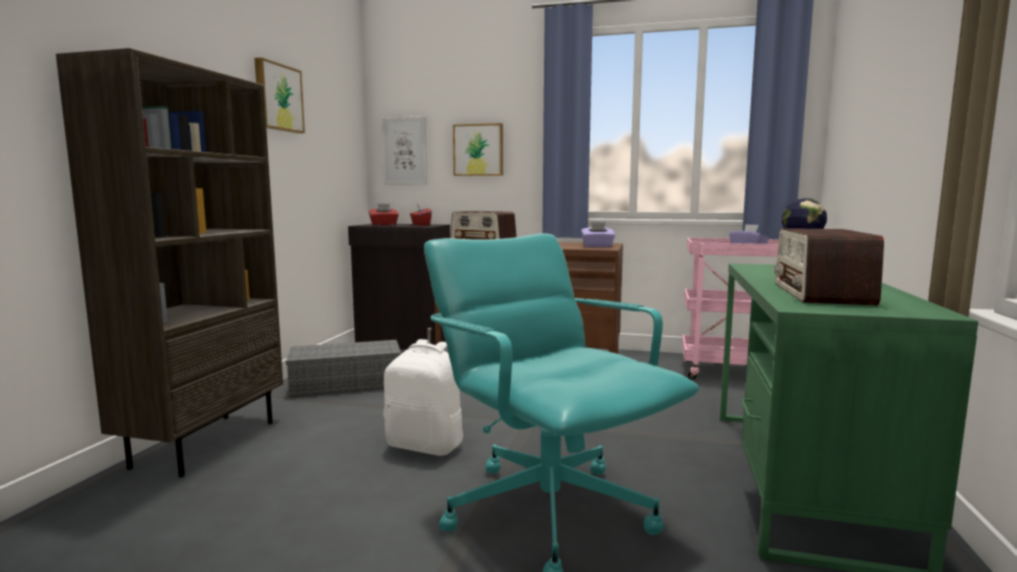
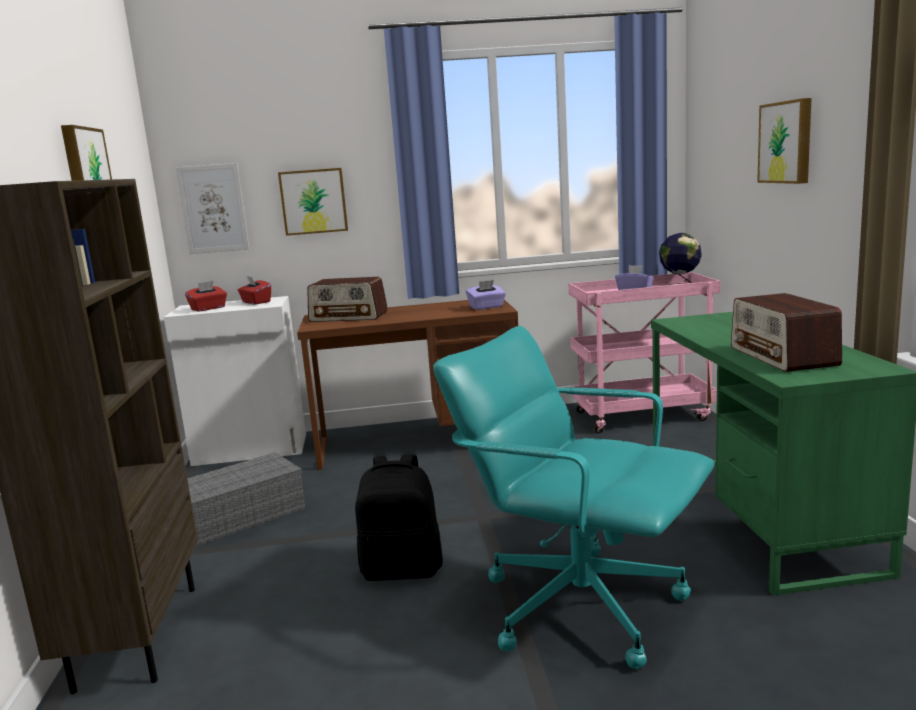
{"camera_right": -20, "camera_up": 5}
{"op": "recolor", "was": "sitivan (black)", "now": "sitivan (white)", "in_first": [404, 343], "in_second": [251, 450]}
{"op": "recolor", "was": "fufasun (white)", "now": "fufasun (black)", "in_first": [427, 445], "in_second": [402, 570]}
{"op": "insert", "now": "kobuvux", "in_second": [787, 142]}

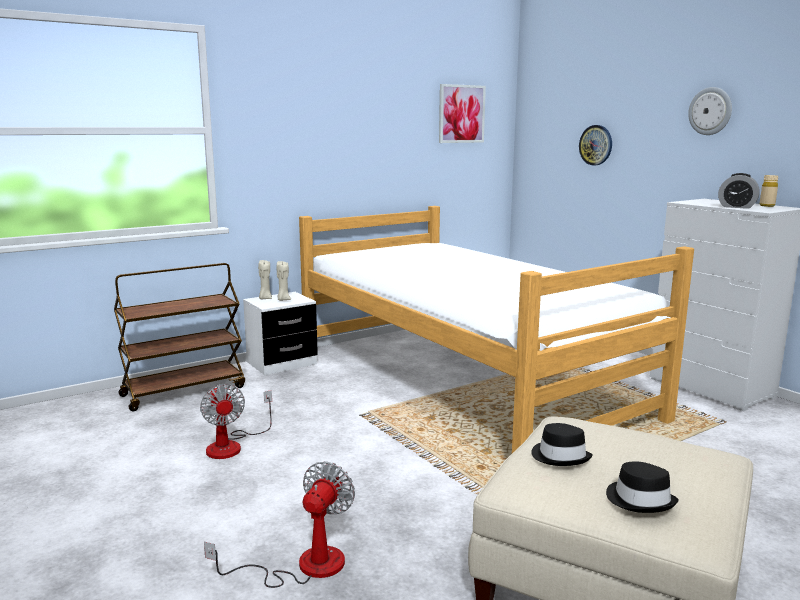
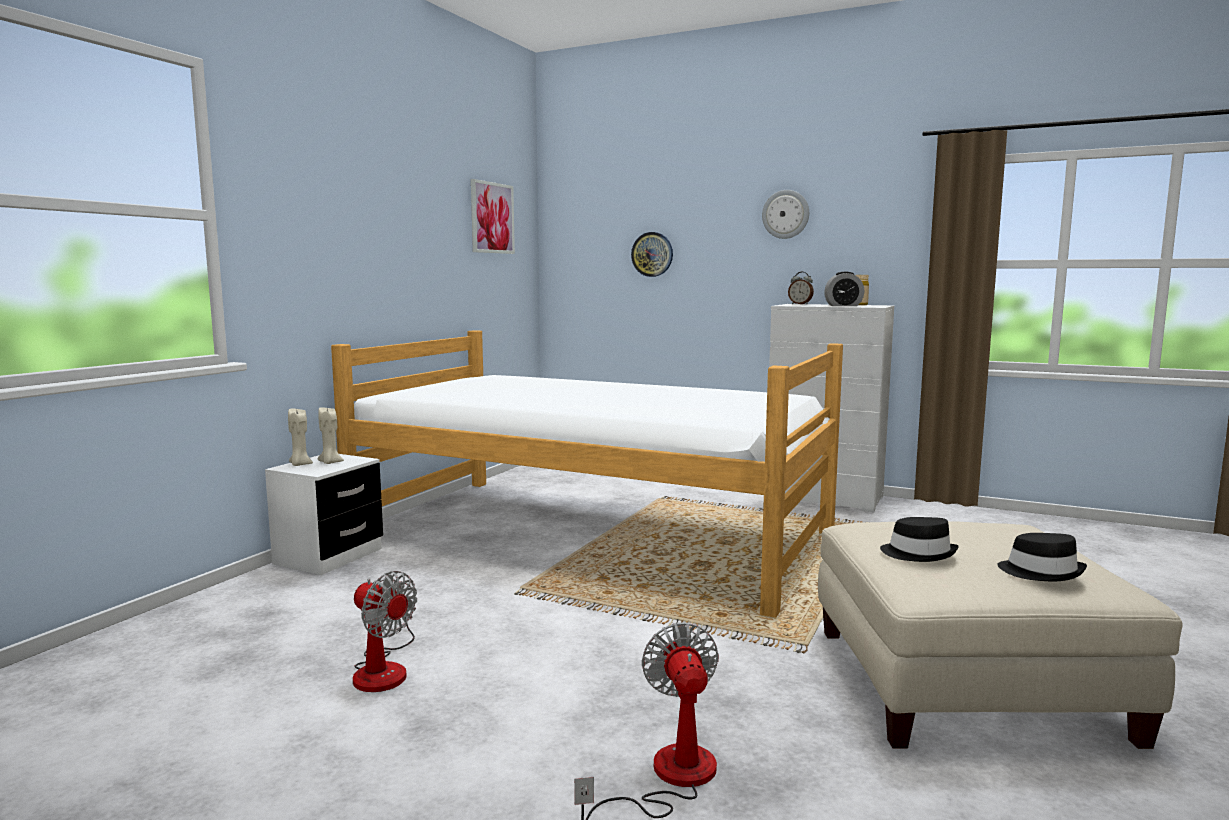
{"camera_right": -30, "camera_up": -5}
{"op": "delete", "was": "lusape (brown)", "in_first": [184, 391]}
{"op": "insert", "now": "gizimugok", "in_second": [800, 304]}

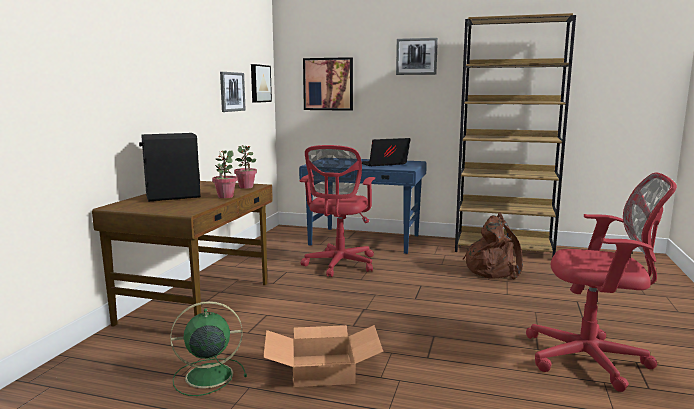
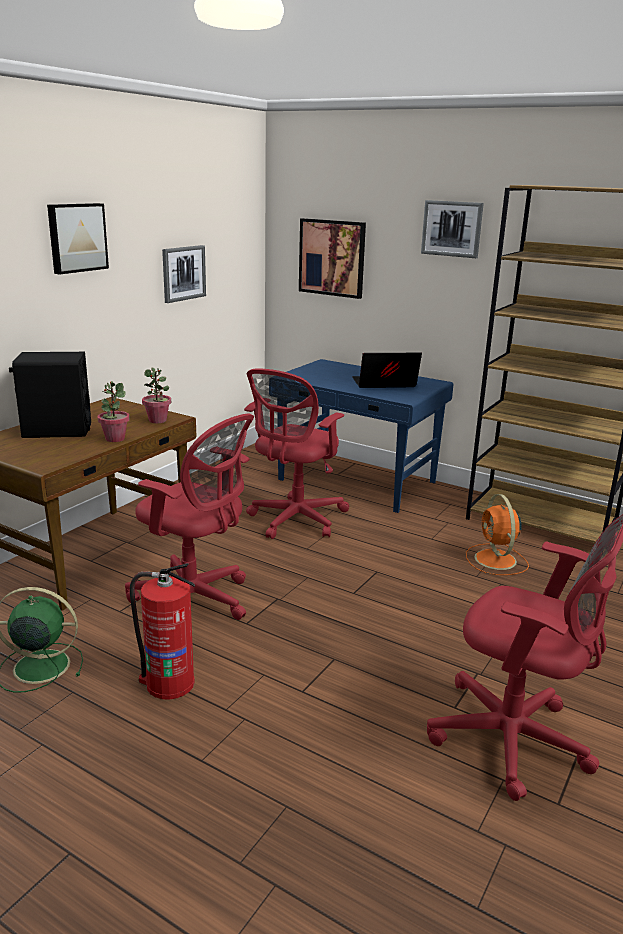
{"camera_right": 15, "camera_up": 10}
{"op": "move", "was": "kobuvux", "in_first": [259, 83], "in_second": [76, 237]}
{"op": "replace", "was": "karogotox", "now": "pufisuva", "in_first": [323, 369], "in_second": [169, 683]}
{"op": "replace", "was": "fufasun (brown)", "now": "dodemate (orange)", "in_first": [493, 270], "in_second": [496, 560]}
{"op": "insert", "now": "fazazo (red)", "in_second": [195, 600]}

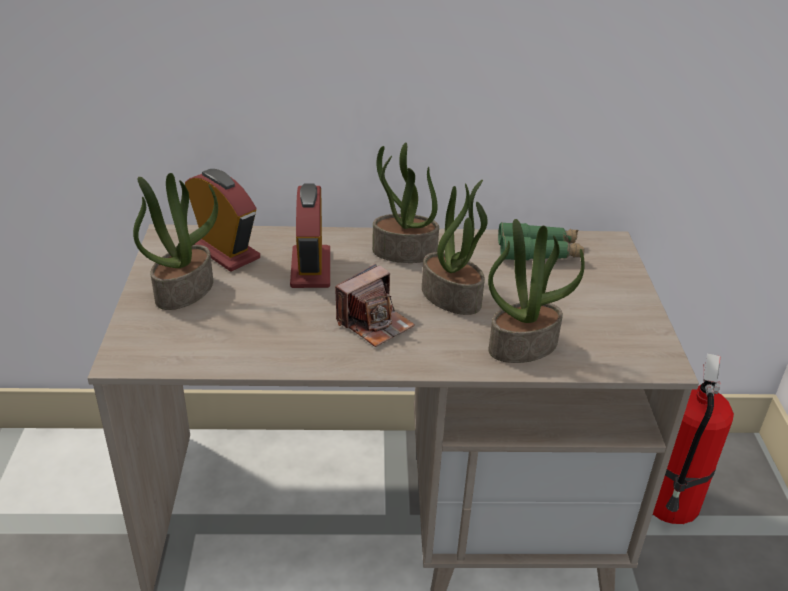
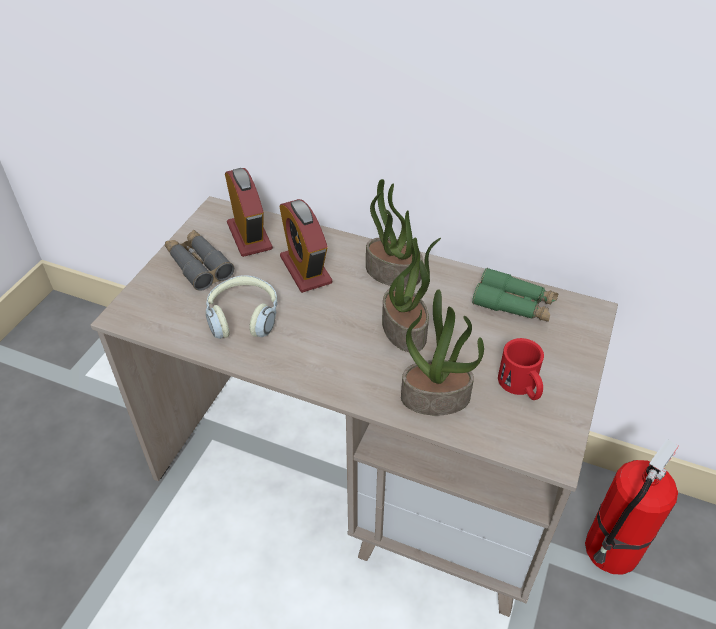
{"camera_right": 25, "camera_up": 10}
{"op": "replace", "was": "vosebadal", "now": "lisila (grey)", "in_first": [184, 290], "in_second": [198, 265]}
{"op": "rotate", "was": "gizimugok", "in_first": [310, 268], "in_second": [305, 270], "clockwise": -45}
{"op": "delete", "was": "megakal", "in_first": [374, 323]}
{"op": "insert", "now": "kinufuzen", "in_second": [243, 316]}
{"op": "insert", "now": "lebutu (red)", "in_second": [521, 386]}

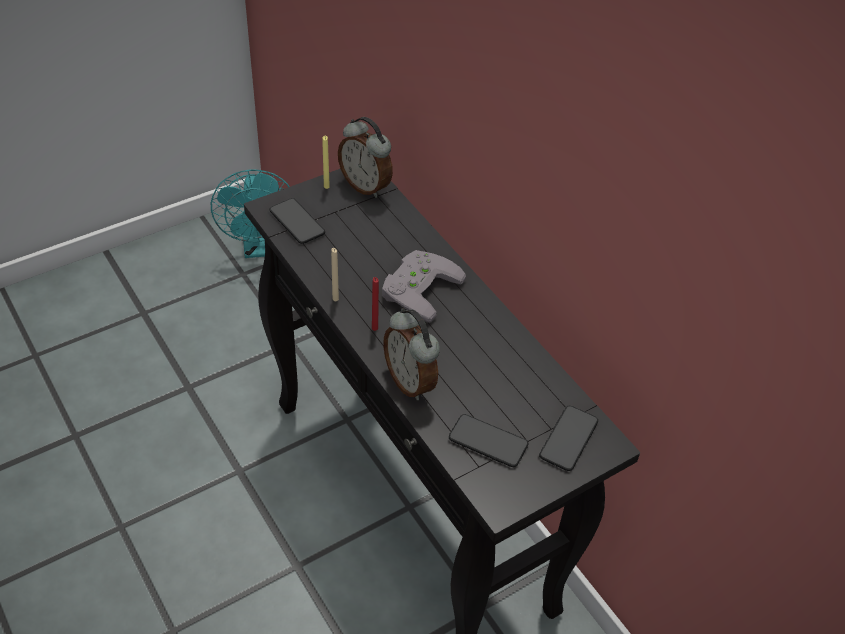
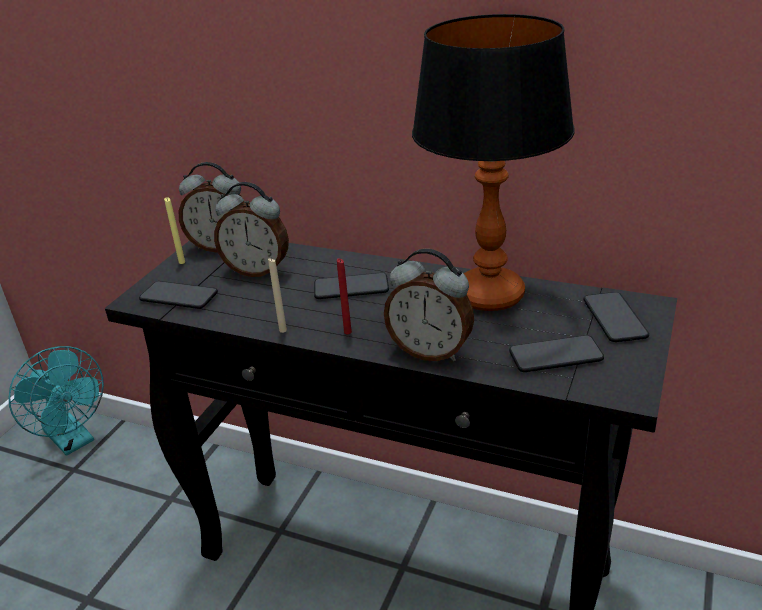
{"camera_right": -30, "camera_up": -15}
{"op": "replace", "was": "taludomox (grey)", "now": "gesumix", "in_first": [417, 287], "in_second": [351, 287]}
{"op": "insert", "now": "gizimugok", "in_second": [258, 270]}
{"op": "insert", "now": "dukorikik", "in_second": [489, 295]}

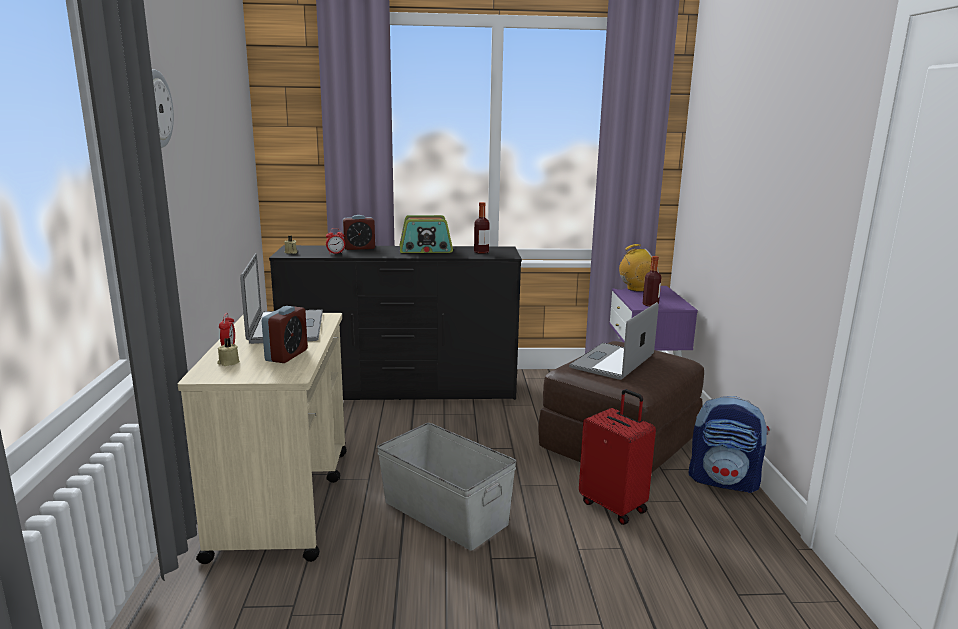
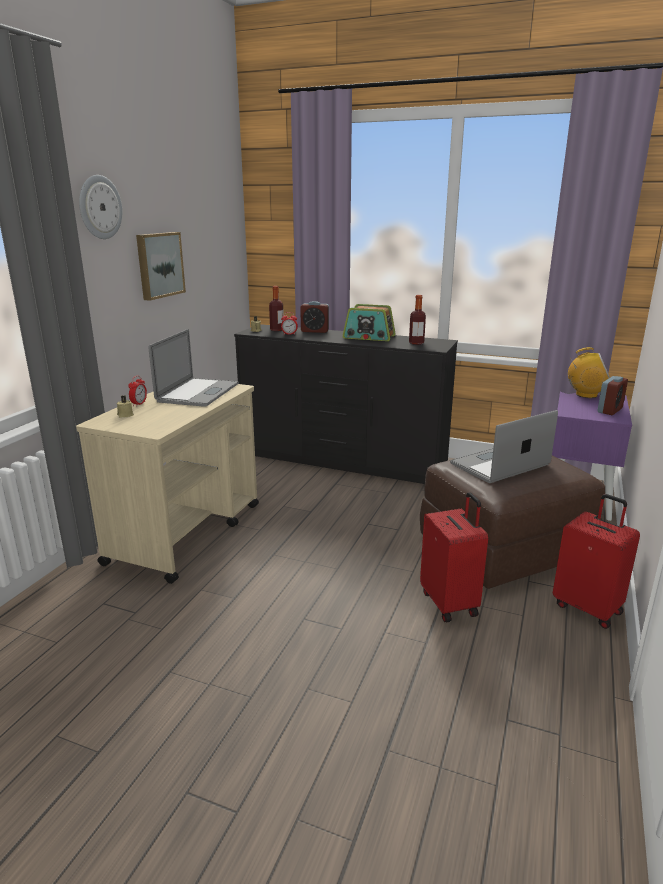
{"camera_right": 25, "camera_up": 5}
{"op": "move", "was": "gizimugok", "in_first": [286, 355], "in_second": [609, 410]}
{"op": "delete", "was": "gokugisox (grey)", "in_first": [445, 512]}
{"op": "move", "was": "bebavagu", "in_first": [650, 304], "in_second": [277, 330]}
{"op": "replace", "was": "fufasun", "now": "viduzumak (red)", "in_first": [724, 481], "in_second": [588, 608]}
{"op": "insert", "now": "kobuvux", "in_second": [159, 265]}

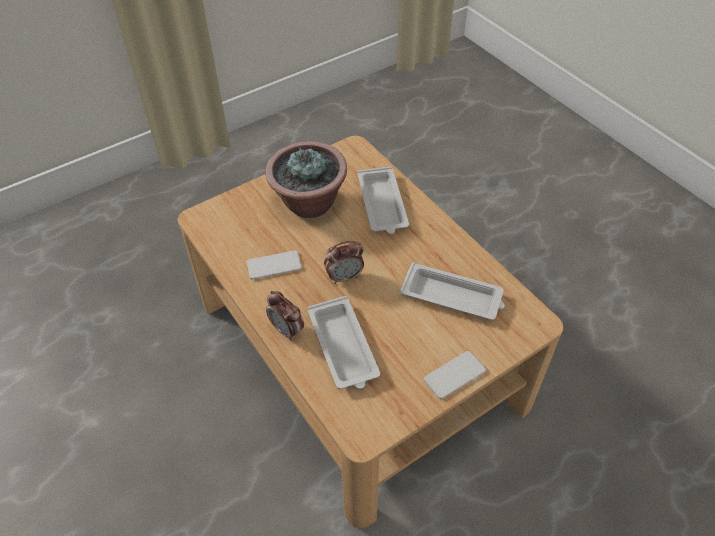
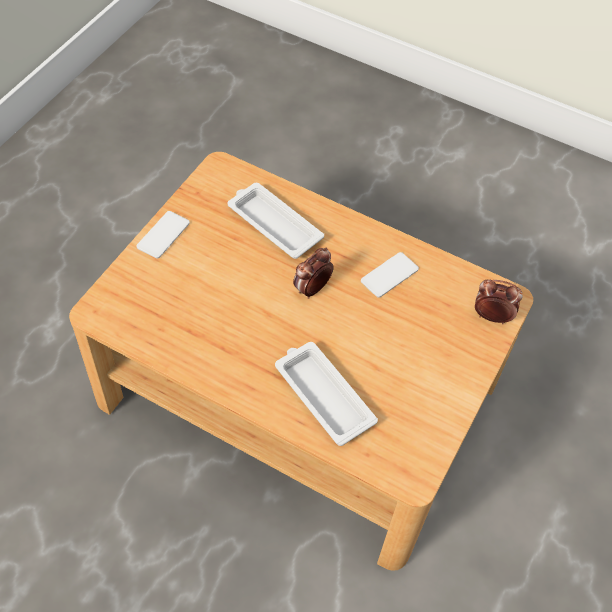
{"camera_right": 150, "camera_up": 5}
{"op": "delete", "was": "vosebadal", "in_first": [309, 204]}
{"op": "move", "was": "gizimugok", "in_first": [287, 330], "in_second": [491, 316]}
{"op": "delete", "was": "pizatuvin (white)", "in_first": [453, 297]}

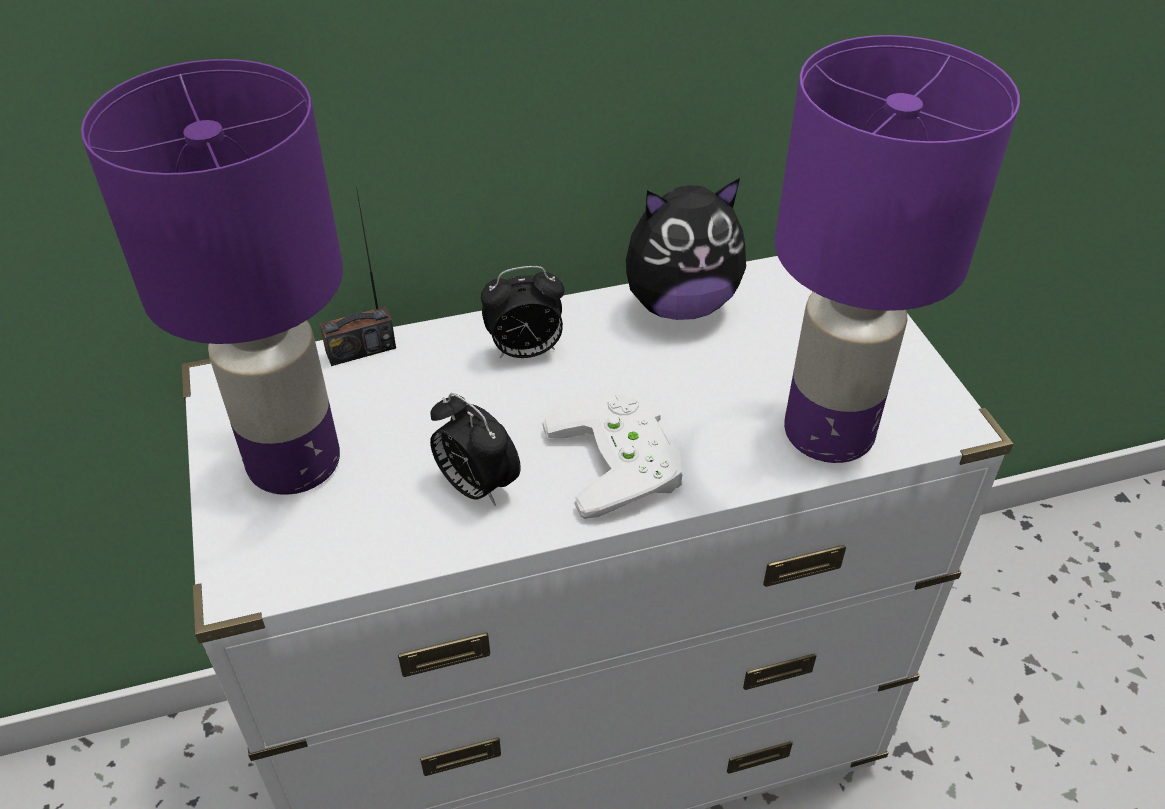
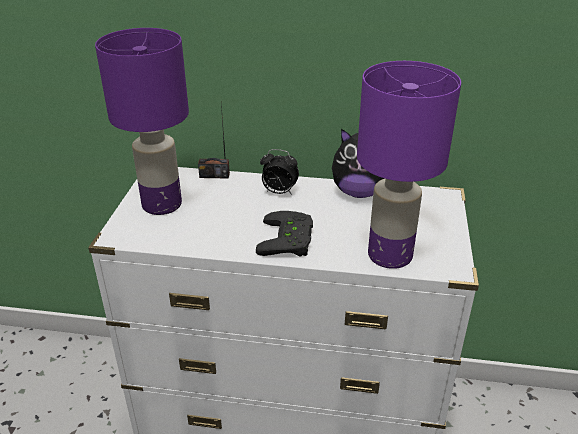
{"camera_right": 25, "camera_up": -10}
{"op": "delete", "was": "gizimugok", "in_first": [476, 486]}
{"op": "recolor", "was": "taludomox (white)", "now": "taludomox (black)", "in_first": [624, 459], "in_second": [290, 240]}

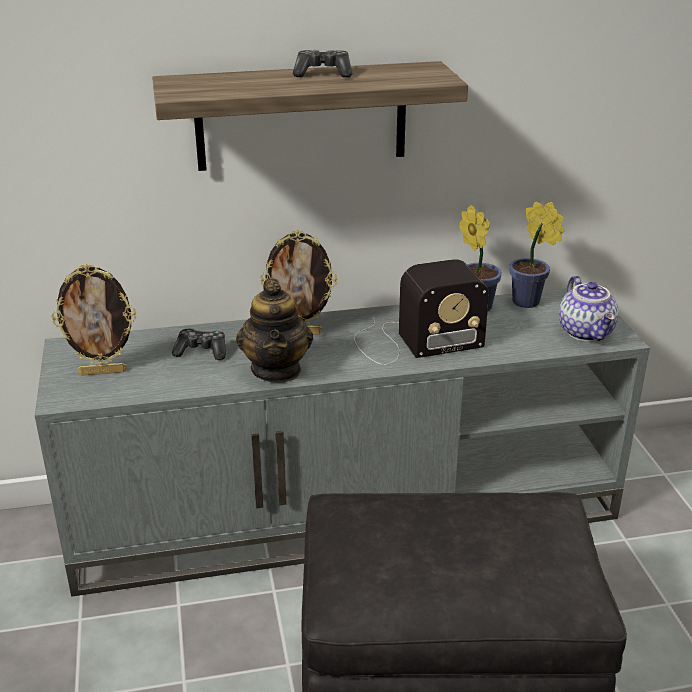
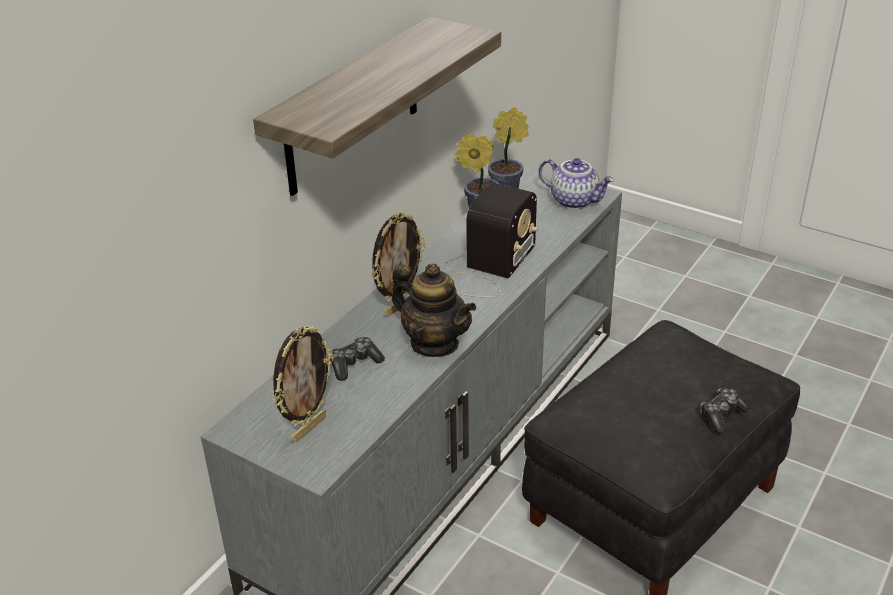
{"camera_right": -45, "camera_up": 5}
{"op": "move", "was": "taludomox", "in_first": [323, 74], "in_second": [722, 415]}

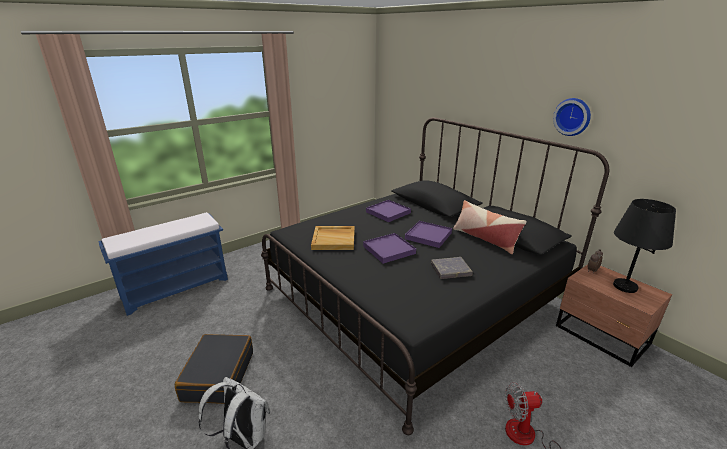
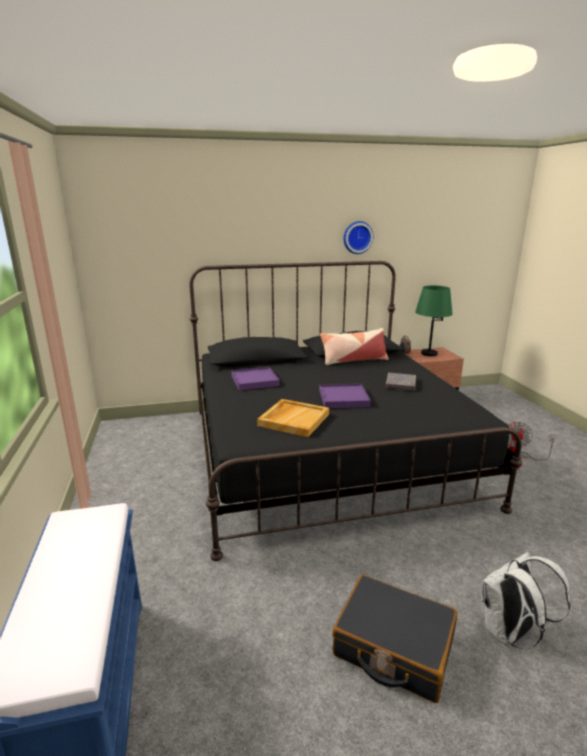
{"camera_right": -65, "camera_up": -5}
{"op": "delete", "was": "pizatuvin (purple)", "in_first": [428, 236]}
{"op": "recolor", "was": "dukorikik (black)", "now": "dukorikik (green)", "in_first": [624, 286], "in_second": [429, 353]}

